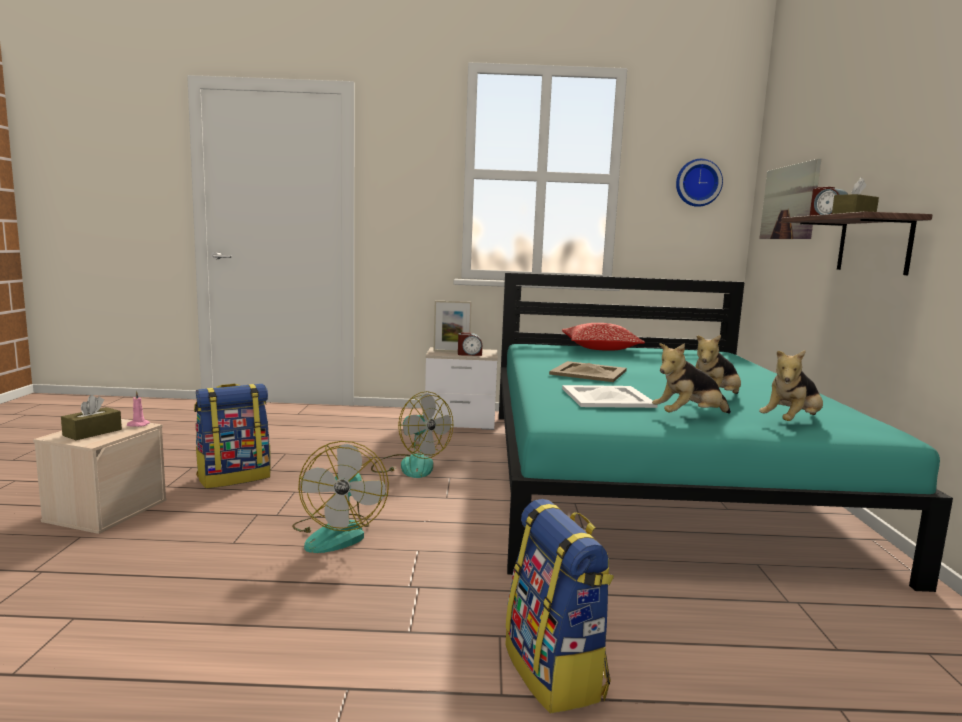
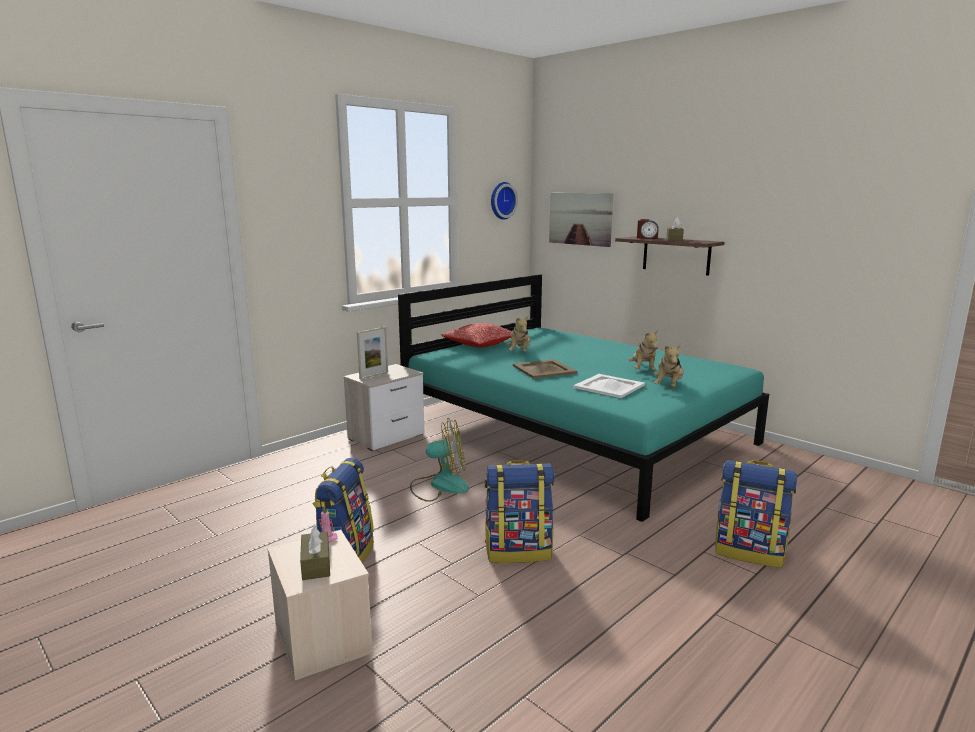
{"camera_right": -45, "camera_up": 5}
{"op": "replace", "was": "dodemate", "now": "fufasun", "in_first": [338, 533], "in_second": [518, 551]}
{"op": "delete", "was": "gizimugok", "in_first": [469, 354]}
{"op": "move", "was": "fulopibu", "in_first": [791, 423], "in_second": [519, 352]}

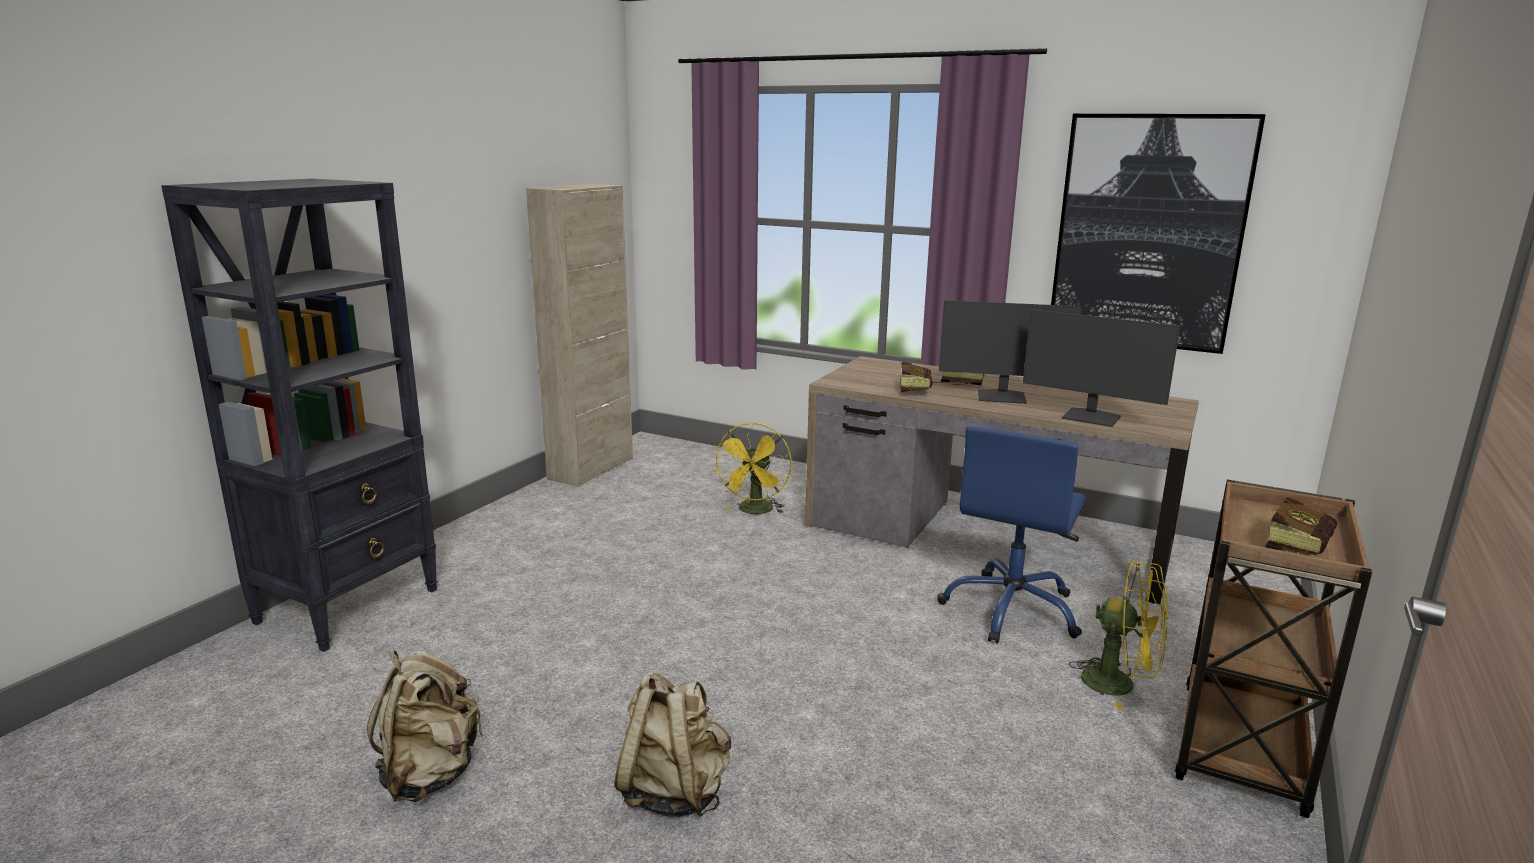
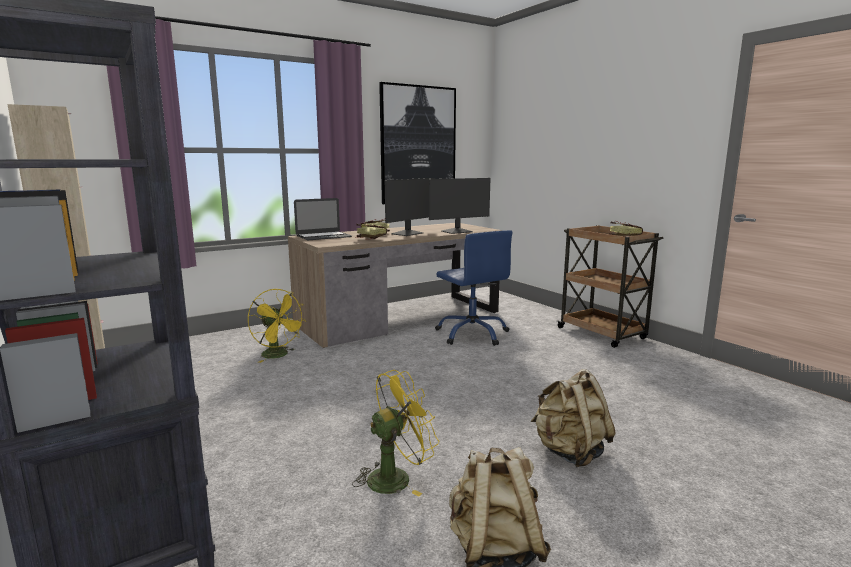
{"camera_right": -60, "camera_up": -5}
{"op": "move", "was": "dodemate (yellow)", "in_first": [1120, 684], "in_second": [396, 477]}
{"op": "insert", "now": "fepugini", "in_second": [323, 236]}

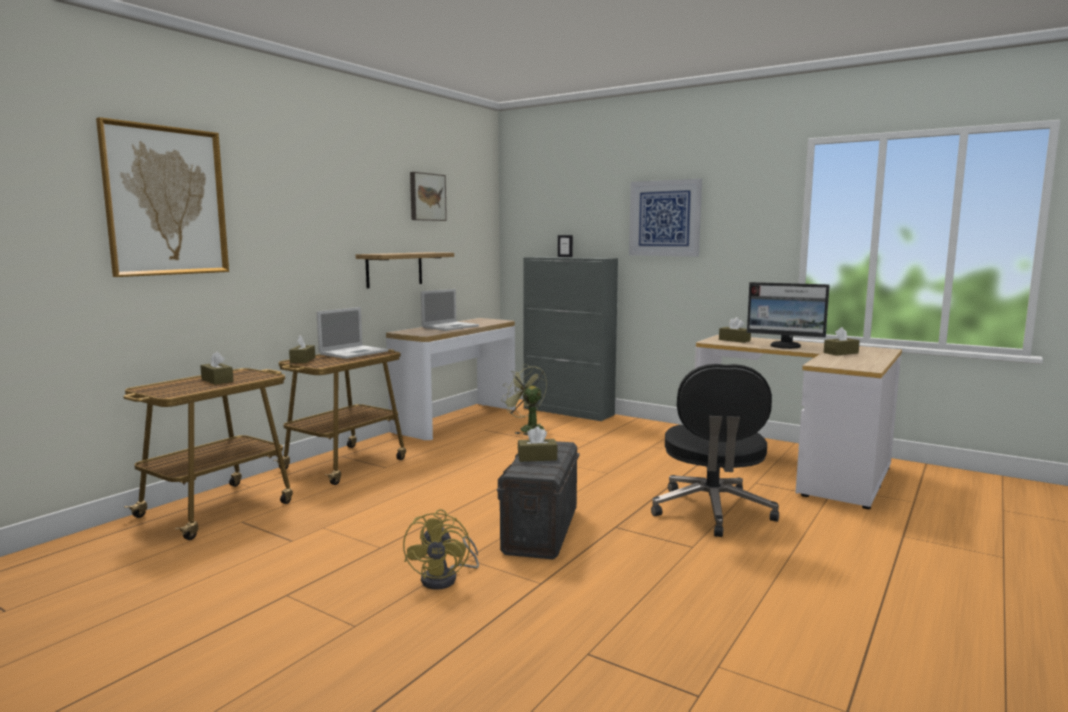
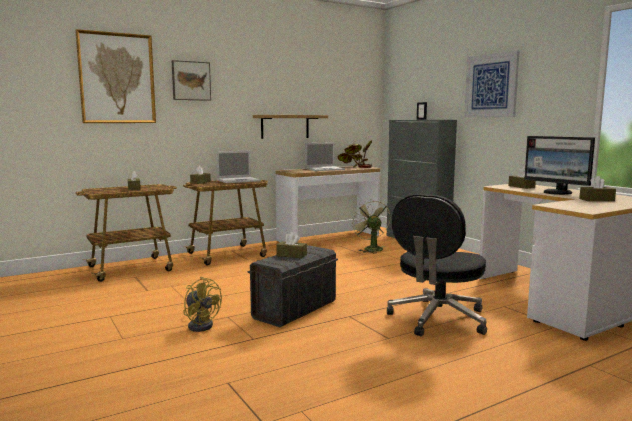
{"camera_right": 25, "camera_up": 0}
{"op": "rotate", "was": "dodemate (yellow)", "in_first": [446, 578], "in_second": [201, 325], "clockwise": -75}
{"op": "move", "was": "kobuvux", "in_first": [426, 197], "in_second": [191, 81]}
{"op": "insert", "now": "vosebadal", "in_second": [356, 167]}

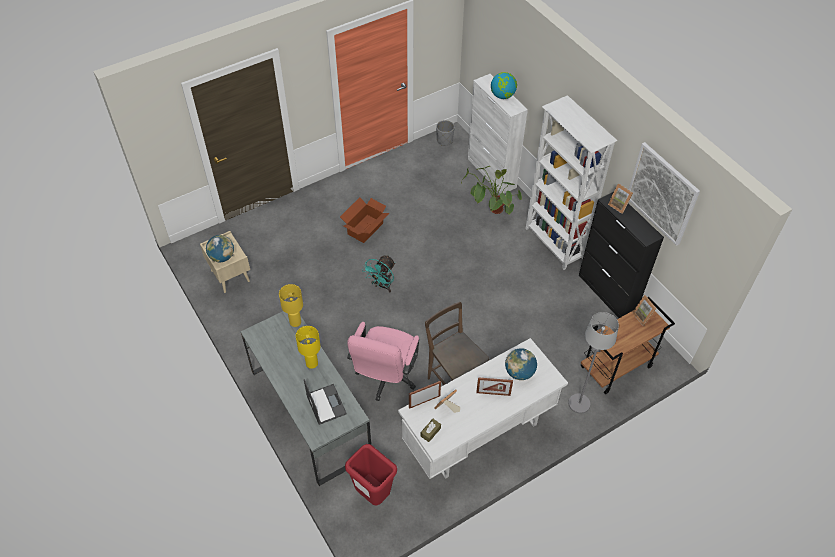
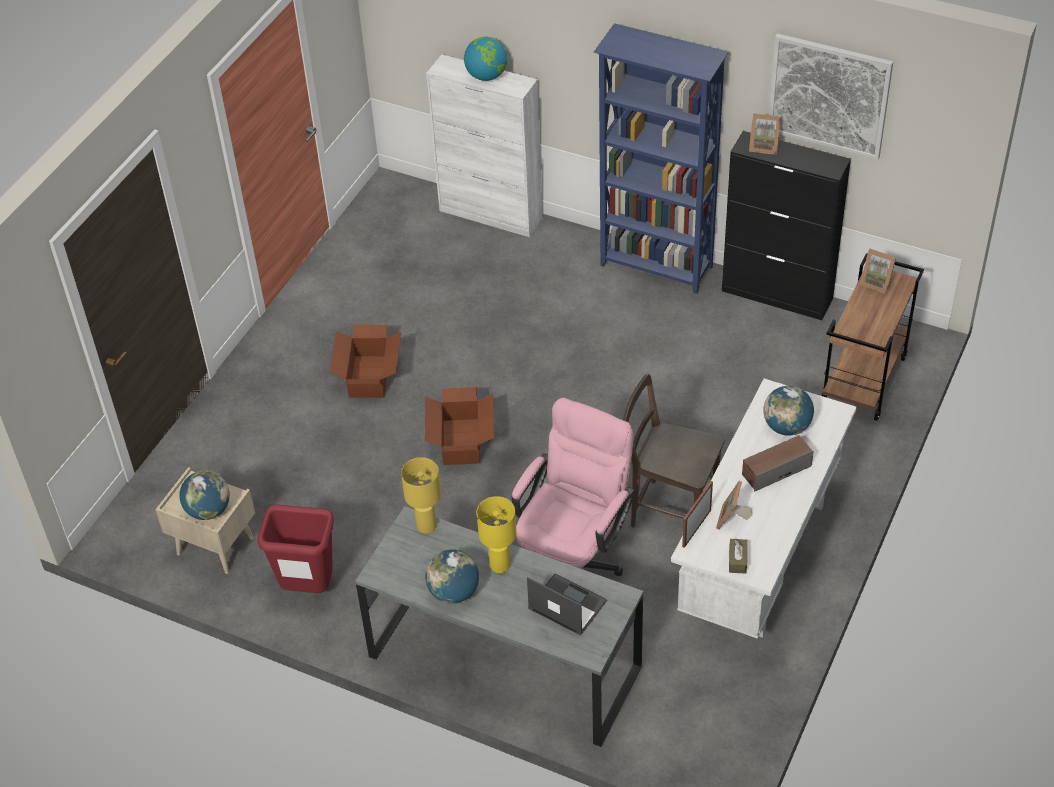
{"camera_right": -30, "camera_up": -5}
{"op": "move", "was": "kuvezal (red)", "in_first": [373, 494], "in_second": [307, 588]}
{"op": "rotate", "was": "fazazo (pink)", "in_first": [385, 378], "in_second": [573, 558], "clockwise": -135}
{"op": "replace", "was": "dodemate (turquoise)", "now": "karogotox", "in_first": [382, 286], "in_second": [462, 441]}
{"op": "delete", "was": "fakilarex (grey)", "in_first": [444, 140]}
{"op": "delete", "was": "vosebadal", "in_first": [490, 210]}
{"op": "replace", "was": "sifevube", "now": "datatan", "in_first": [493, 393], "in_second": [776, 470]}
{"op": "recolor", "was": "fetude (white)", "now": "fetude (blue)", "in_first": [554, 244], "in_second": [656, 267]}
{"op": "delete", "was": "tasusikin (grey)", "in_first": [579, 403]}
{"op": "insert", "now": "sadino", "in_second": [454, 592]}

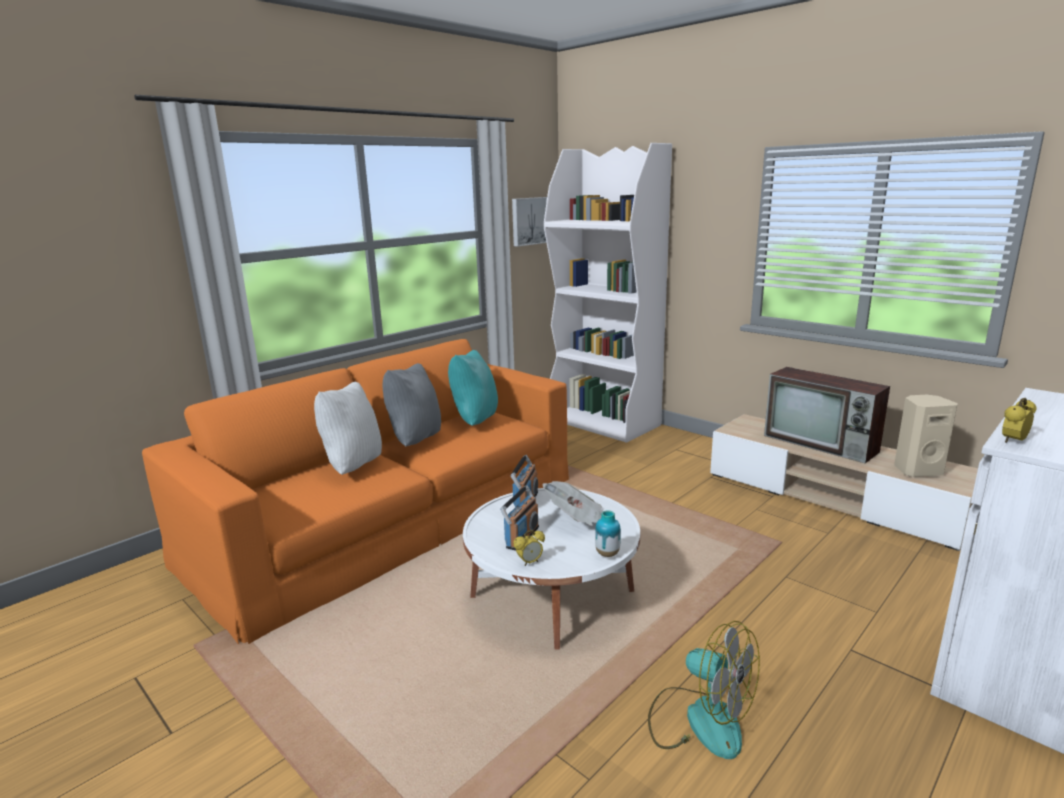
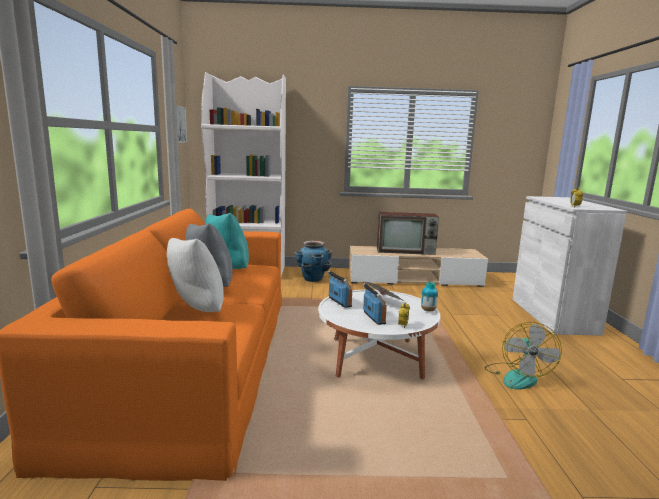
{"camera_right": -45, "camera_up": -5}
{"op": "rotate", "was": "dodemate", "in_first": [699, 720], "in_second": [517, 376], "clockwise": 105}
{"op": "delete", "was": "datatan (beige)", "in_first": [917, 470]}
{"op": "insert", "now": "fakilarex", "in_second": [313, 279]}

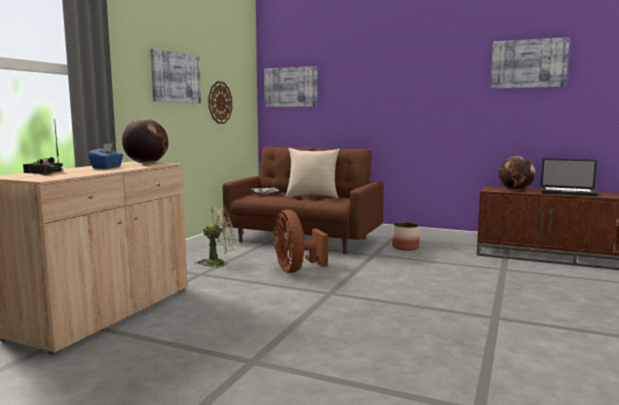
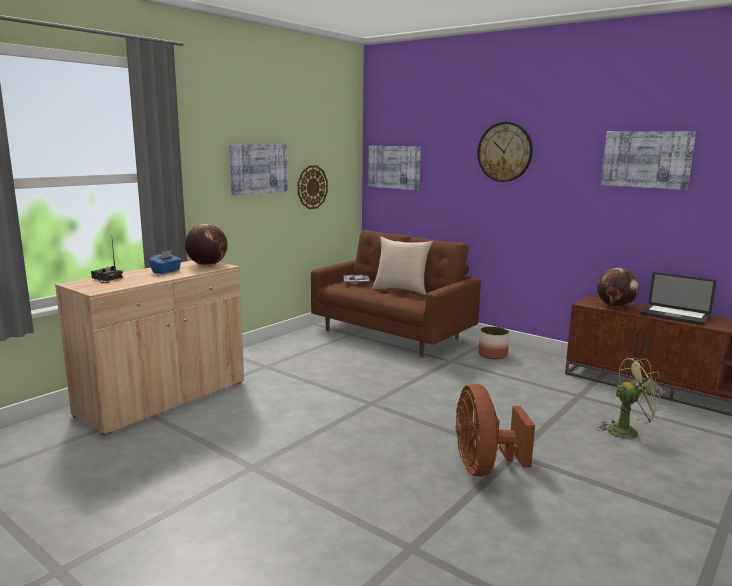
{"camera_right": 15, "camera_up": 5}
{"op": "move", "was": "dodemate (green)", "in_first": [218, 263], "in_second": [628, 431]}
{"op": "move", "was": "dodemate (brown)", "in_first": [296, 270], "in_second": [484, 467]}
{"op": "insert", "now": "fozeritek", "in_second": [505, 152]}

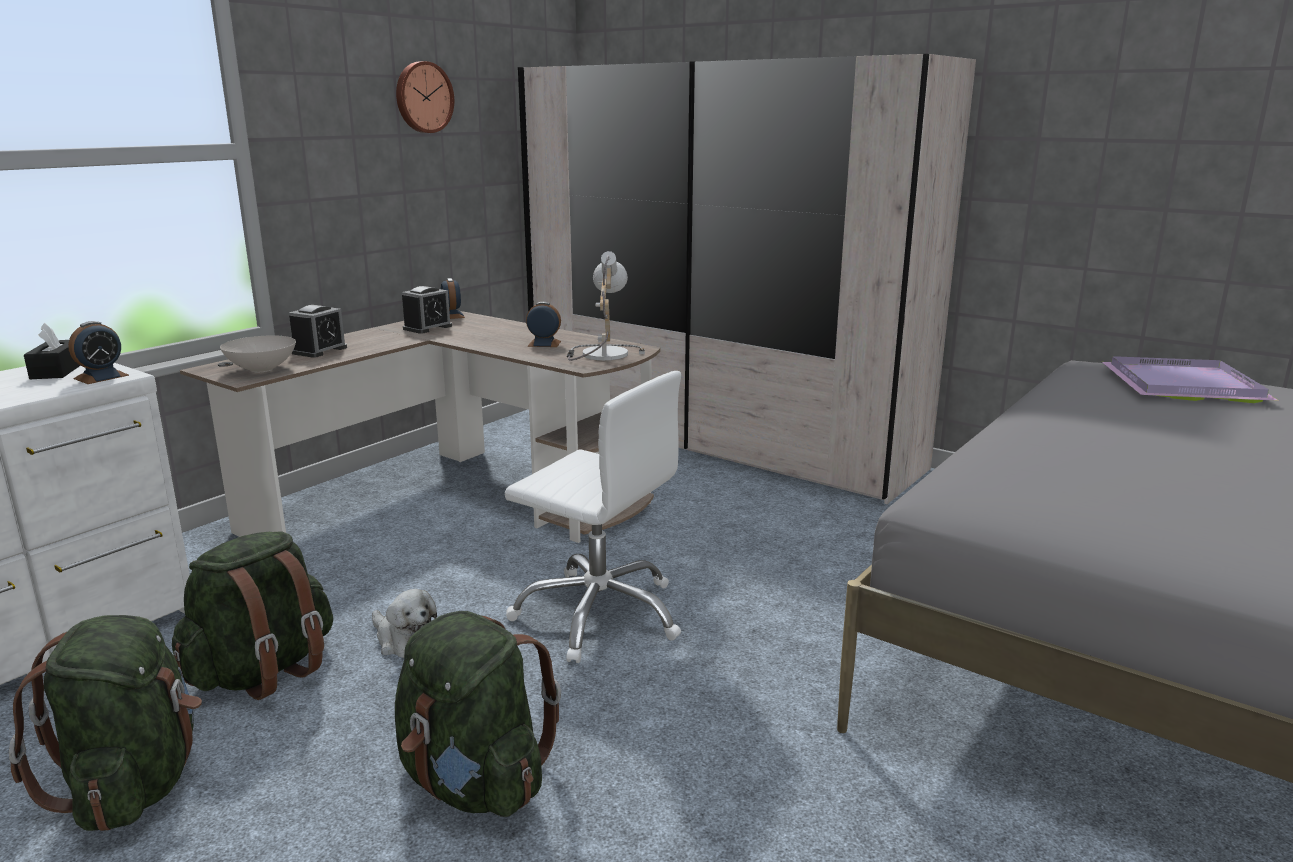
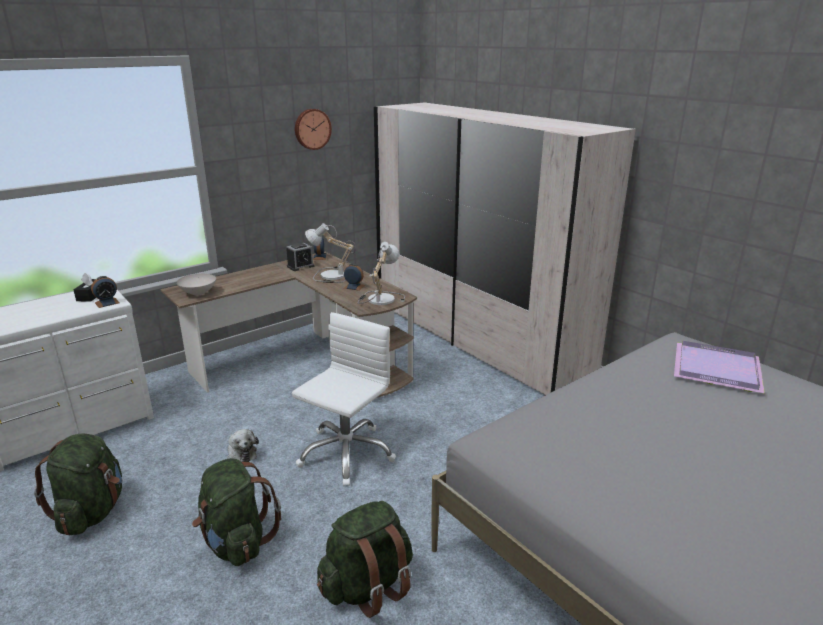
{"camera_right": 15, "camera_up": 5}
{"op": "move", "was": "fufasun (green)", "in_first": [263, 671], "in_second": [367, 586]}
{"op": "delete", "was": "gizimugok", "in_first": [319, 350]}
{"op": "rotate", "was": "fazazo (white)", "in_first": [599, 614], "in_second": [346, 453], "clockwise": -105}
{"op": "insert", "now": "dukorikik", "in_second": [330, 276]}

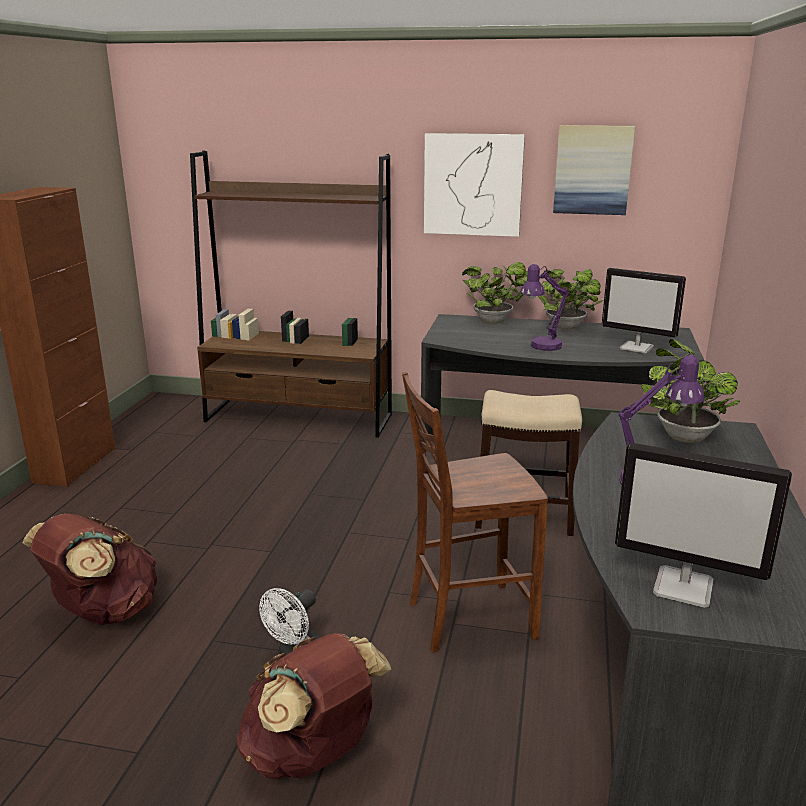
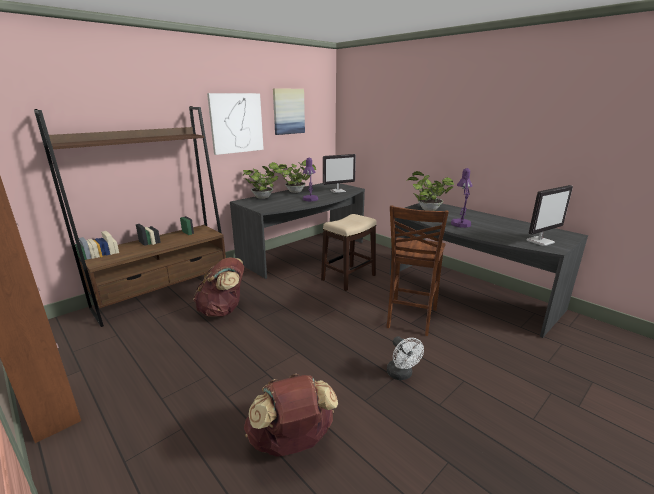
{"camera_right": -55, "camera_up": 0}
{"op": "move", "was": "fufasun (brown)", "in_first": [312, 754], "in_second": [223, 310]}

